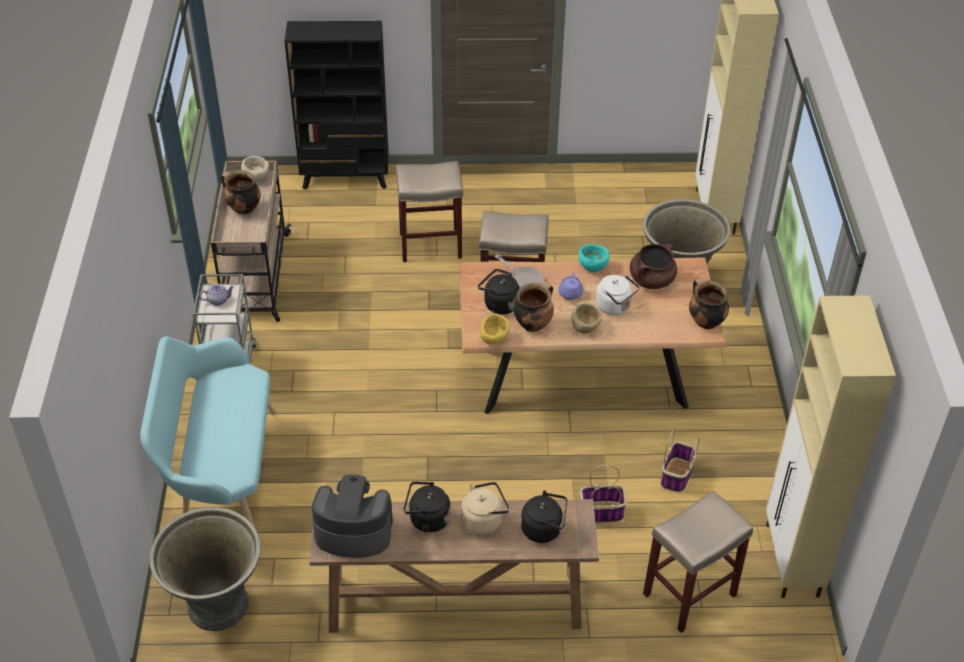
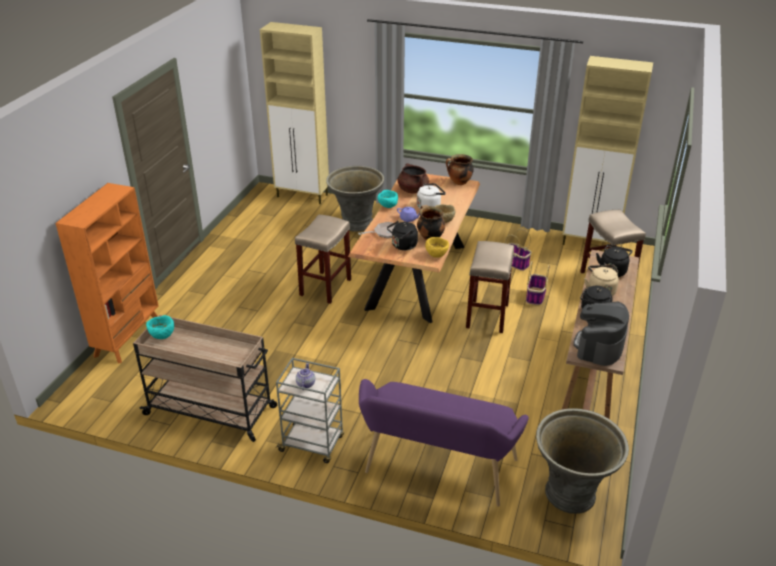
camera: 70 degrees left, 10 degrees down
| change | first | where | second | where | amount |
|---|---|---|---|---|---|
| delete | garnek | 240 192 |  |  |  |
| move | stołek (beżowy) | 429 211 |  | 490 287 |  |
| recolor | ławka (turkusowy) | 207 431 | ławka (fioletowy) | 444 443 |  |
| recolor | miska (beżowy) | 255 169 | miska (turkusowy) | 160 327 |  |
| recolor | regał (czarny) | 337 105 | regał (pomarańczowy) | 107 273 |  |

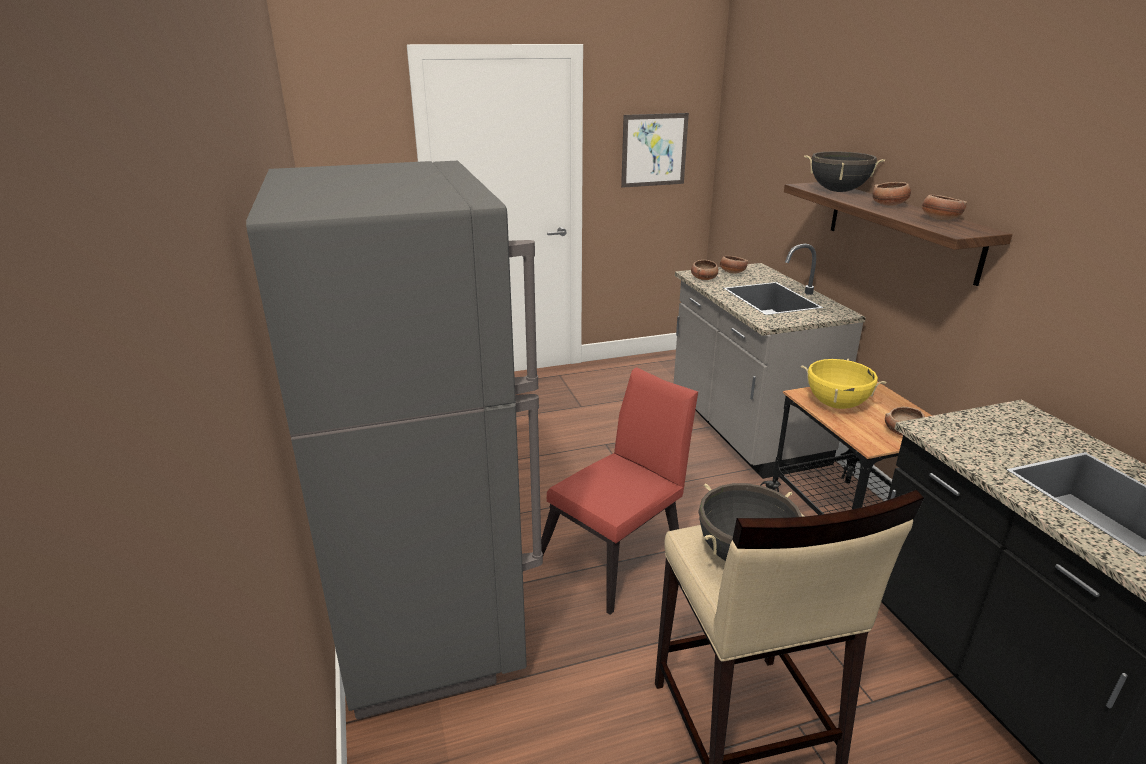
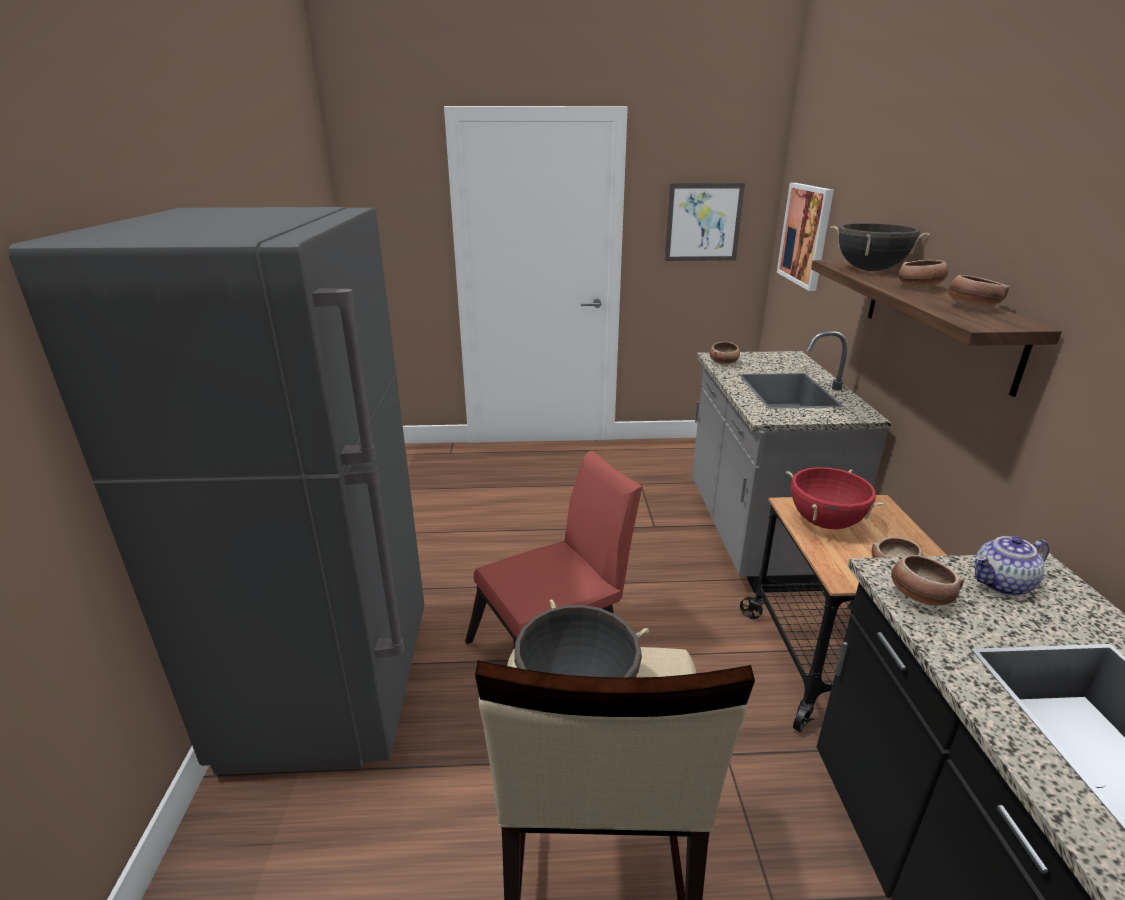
camera: 15 degrees right, 0 degrees up
| change | first | where | second | where | amount |
|---|---|---|---|---|---|
| insert |  |  | obraz | 805 237 |  |
| insert |  |  | imbryk | 1011 566 |  |
| move | miska | 734 265 |  | 927 580 |  |
| recolor | garnek (żółty) | 843 384 | garnek (czerwony) | 835 498 |  |

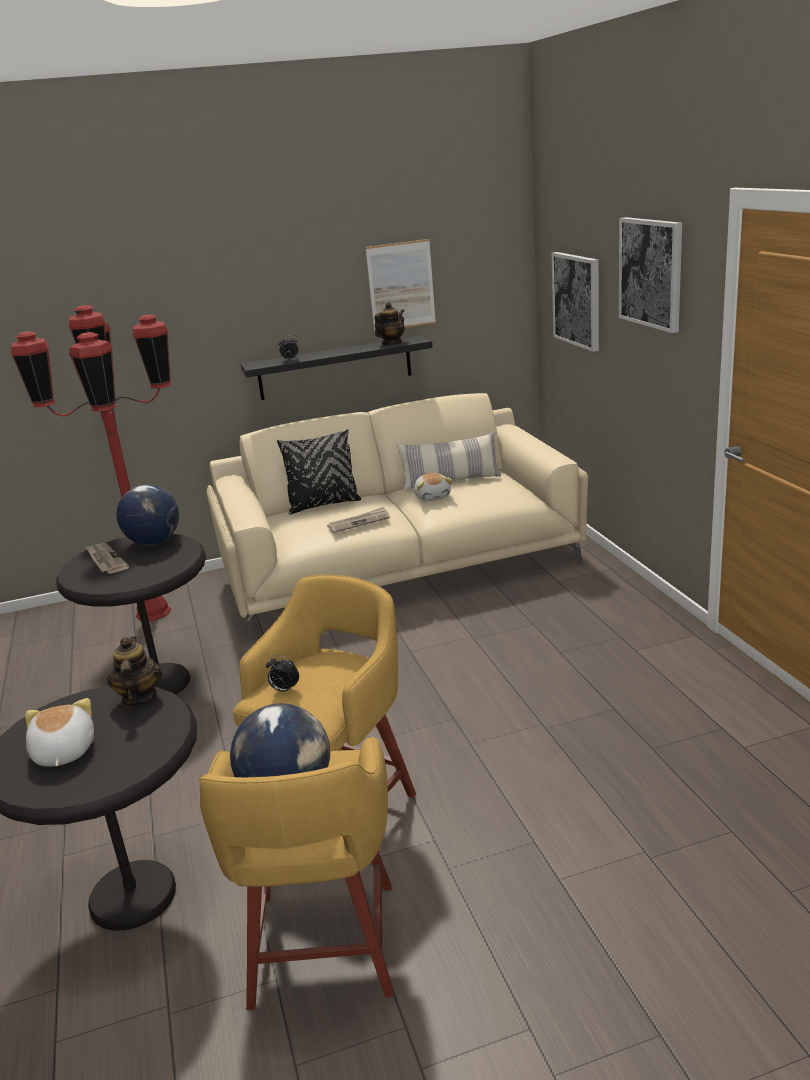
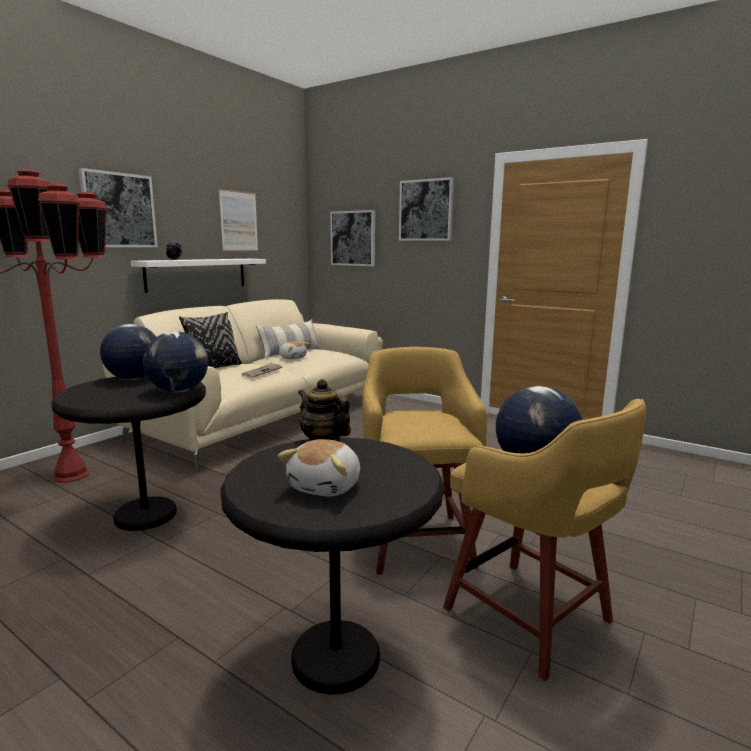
camera: 40 degrees left, 10 degrees down
| change | first | where | second | where | amount |
|---|---|---|---|---|---|
| delete | gazeta | 107 558 |  |  |  |
| delete | budzik | 282 673 |  |  |  |
| delete | imbryk | 390 323 |  |  |  |
| insert |  |  | obraz | 118 207 |  |
| insert |  |  | globus | 175 361 |  |
| recolor | półka (czarny) | 337 368 | półka (biały) | 198 276 |  |
| rotate | pluszak | 59 732 |  | 319 468 | 105 degrees counterclockwise |

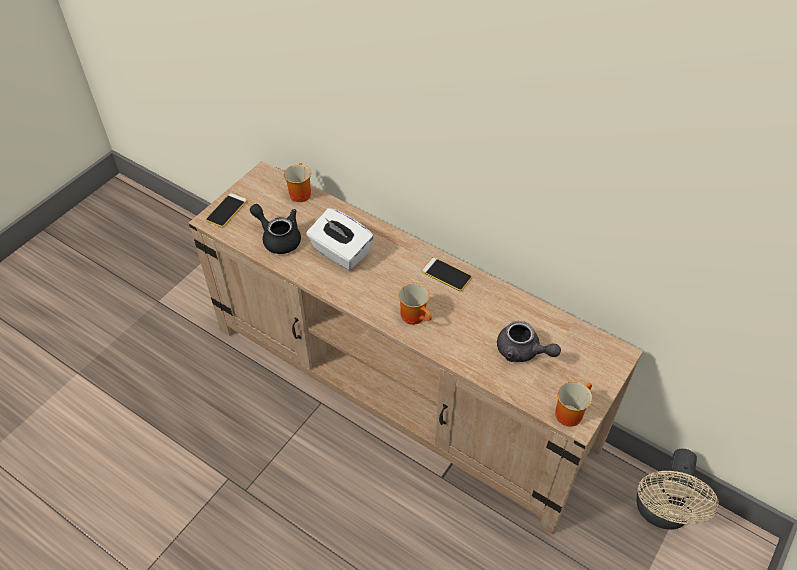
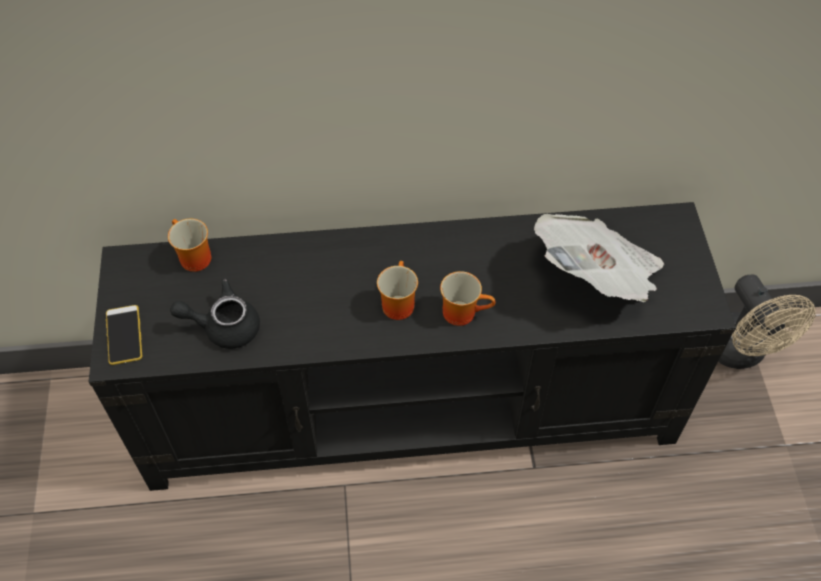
camera: 40 degrees left, 5 degrees up
| change | first | where | second | where | amount |
|---|---|---|---|---|---|
| delete | pudełko chusteczek (biały) | 340 239 |  |  |  |
| delete | telefon | 446 274 |  |  |  |
| move | kubek | 573 404 |  | 397 290 |  |
| replace | imbryk (szary) | 529 341 | gazeta | 599 258 |  |
| recolor | szafka pod telewizor (beżowy) | 416 348 | szafka pod telewizor (czarny) | 412 346 |  |

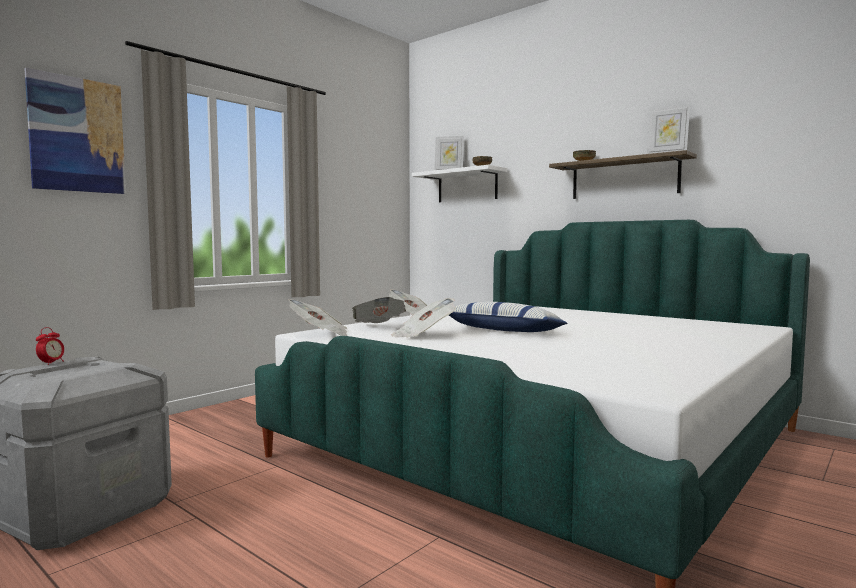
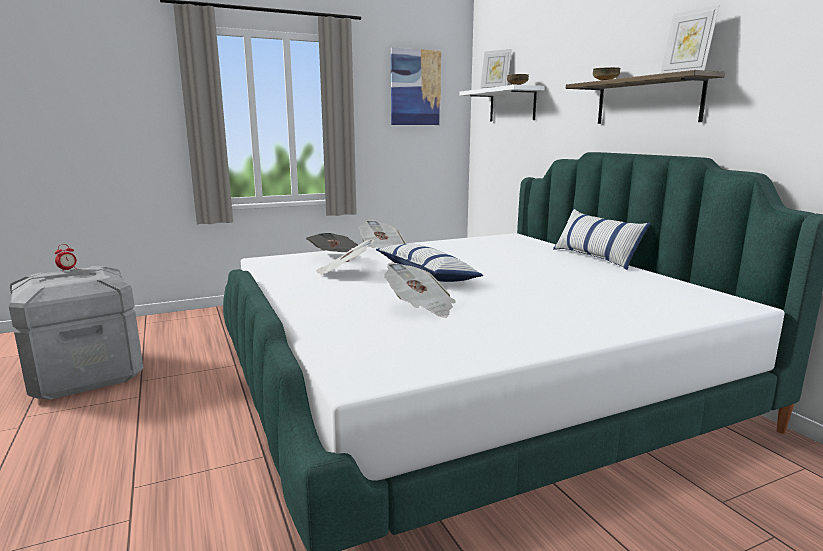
camera: 25 degrees right, 10 degrees up
| change | first | where | second | where | amount |
|---|---|---|---|---|---|
| insert |  |  | poduszka | 602 239 |  |
| move | obraz | 75 131 |  | 416 86 |  |
| move | gazeta | 317 317 |  | 419 290 |  |

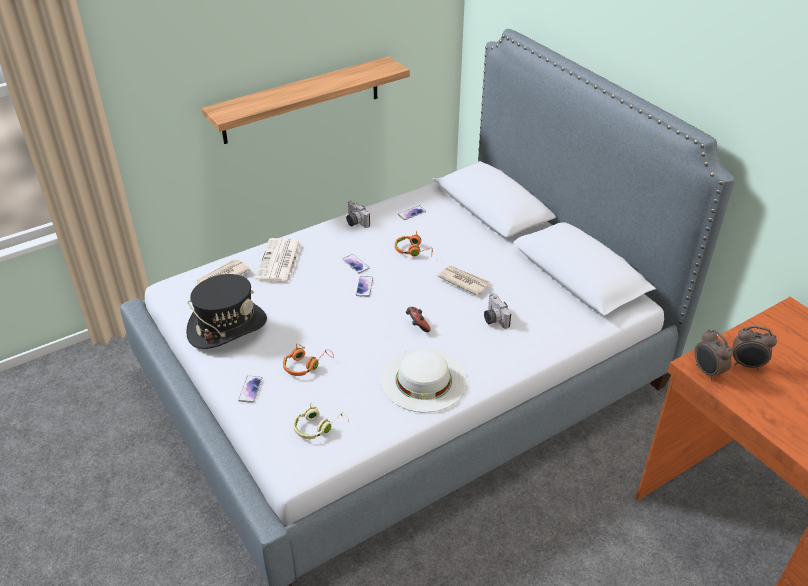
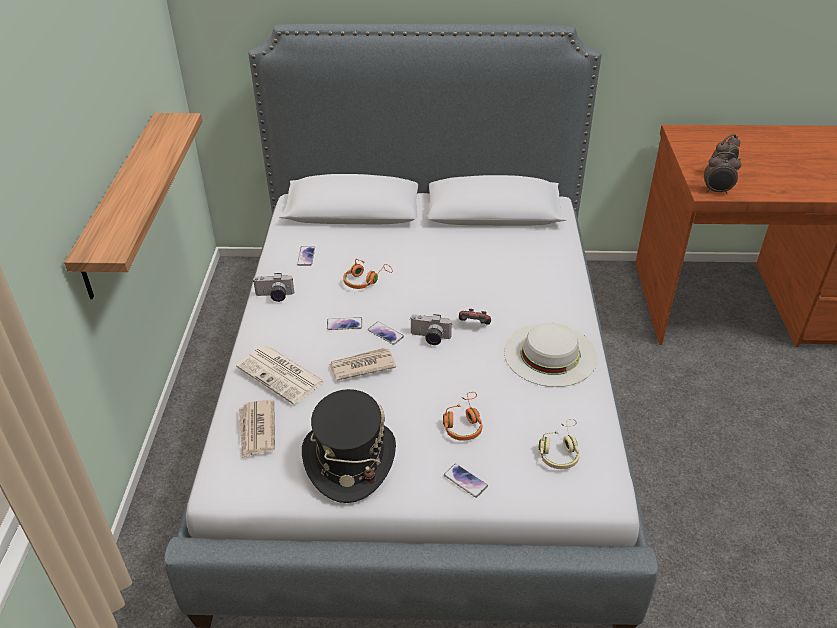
camera: 55 degrees left, 0 degrees up
| change | first | where | second | where | amount |
|---|---|---|---|---|---|
| move | gazeta | 463 280 |  | 362 364 |  |
| move | aparat fotograficzny | 497 311 |  | 431 329 |  |

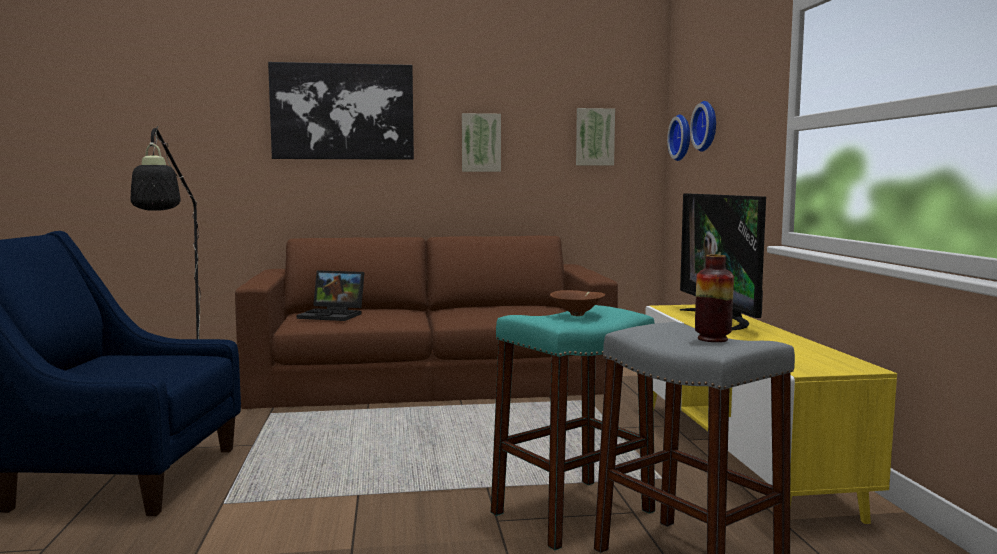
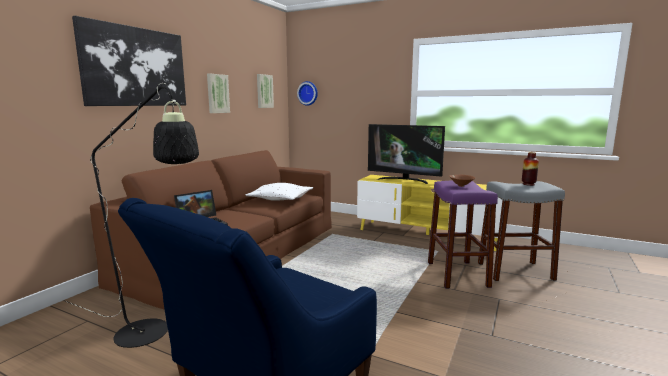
camera: 55 degrees left, 5 degrees up
| change | first | where | second | where | amount |
|---|---|---|---|---|---|
| delete | zegar ścienny | 703 126 |  |  |  |
| insert |  |  | poduszka (biały) | 279 192 |  |
| recolor | stołek (turkusowy) | 573 427 | stołek (fioletowy) | 463 234 |  |

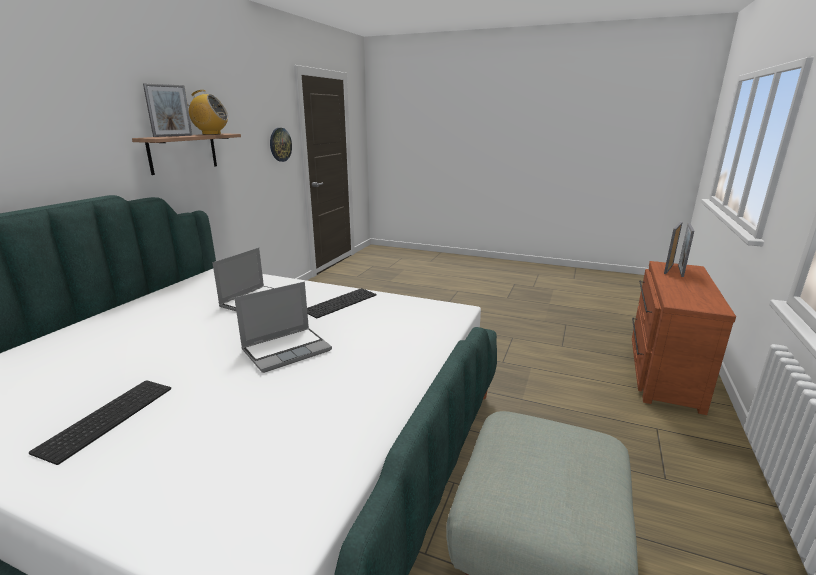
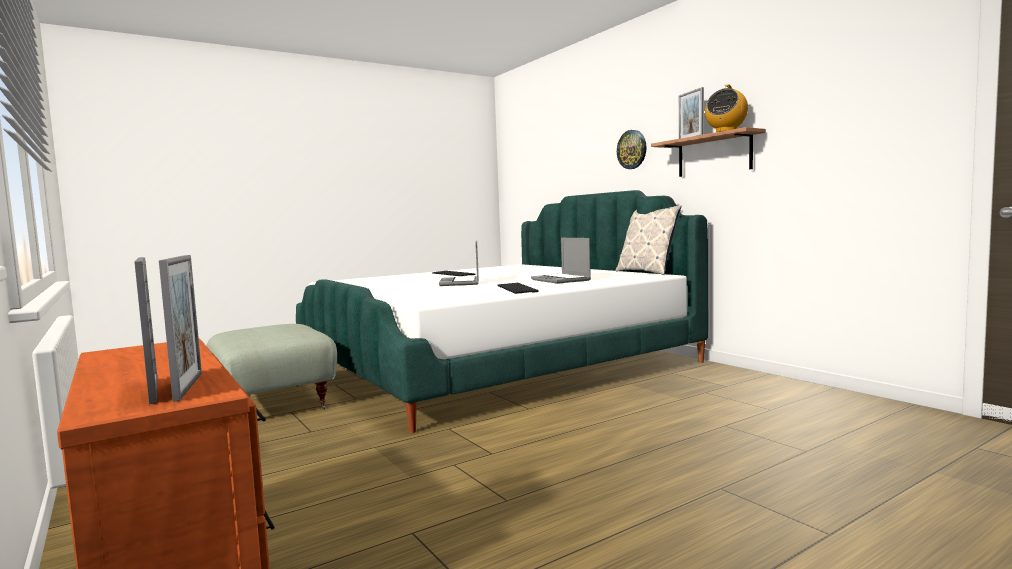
camera: 125 degrees right, 15 degrees down
| change | first | where | second | where | amount |
|---|---|---|---|---|---|
| insert |  |  | poduszka | 648 240 |  |
| move | zegar ścienny | 281 145 |  | 632 149 |  |

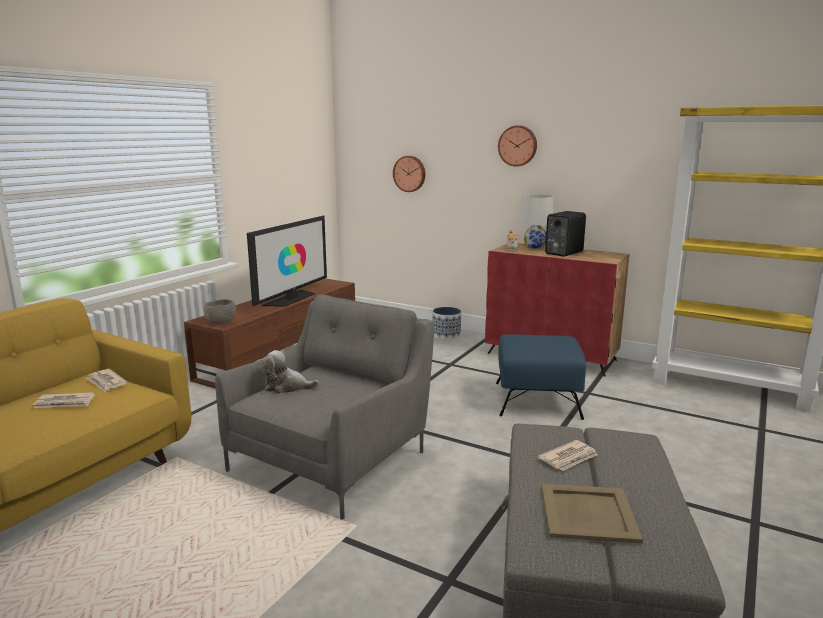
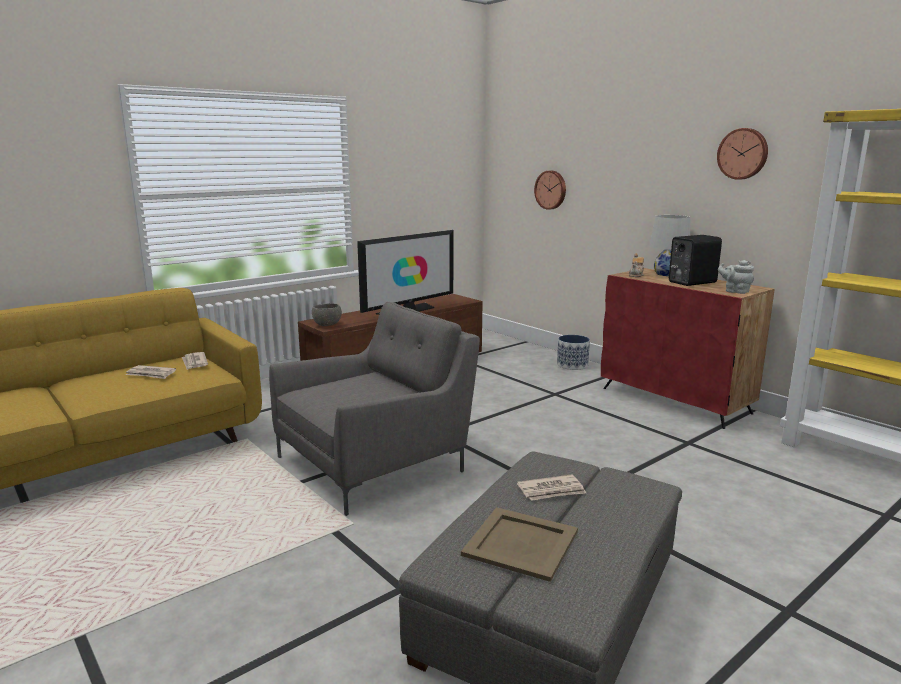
camera: 20 degrees right, 0 degrees up
| change | first | where | second | where | amount |
|---|---|---|---|---|---|
| delete | pluszak | 290 372 |  |  |  |
| delete | pufa (niebieski) | 541 377 |  |  |  |
| insert |  |  | imbryk (szary) | 736 277 |  |
| move | zegar ścienny | 517 146 |  | 742 154 |  |

